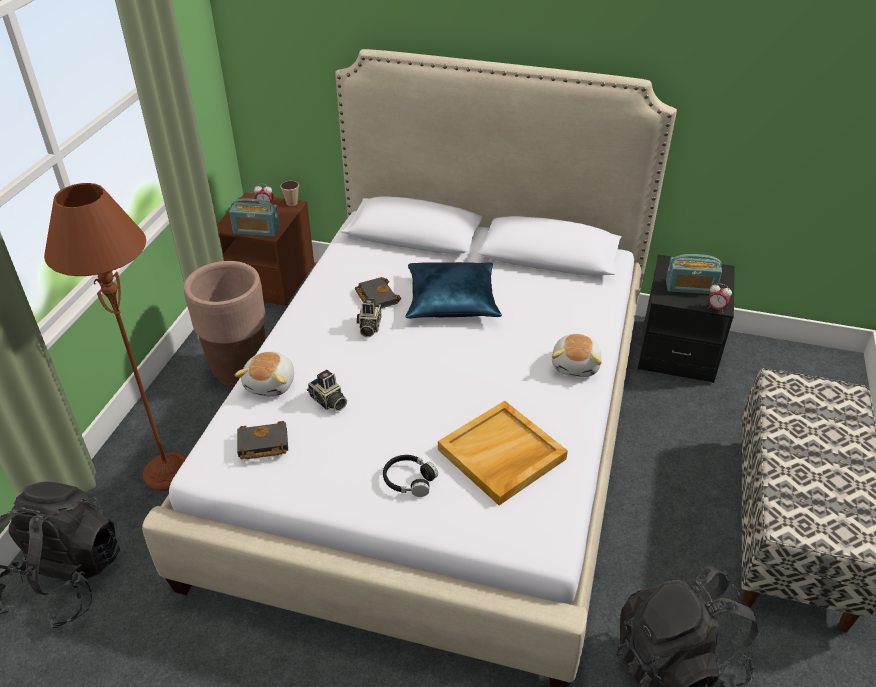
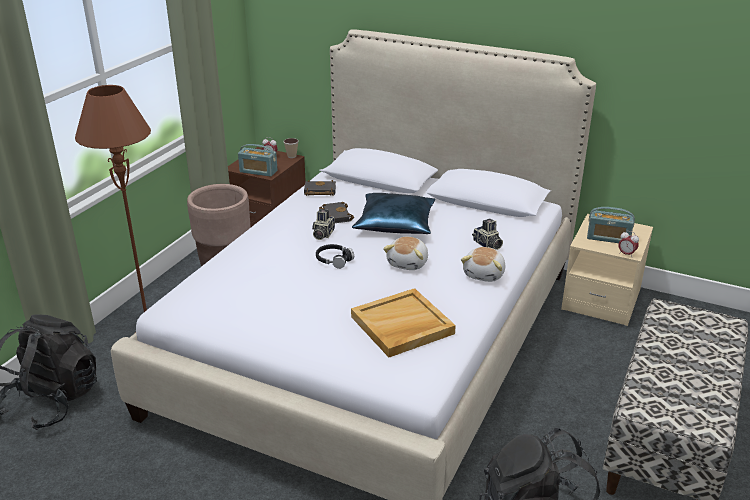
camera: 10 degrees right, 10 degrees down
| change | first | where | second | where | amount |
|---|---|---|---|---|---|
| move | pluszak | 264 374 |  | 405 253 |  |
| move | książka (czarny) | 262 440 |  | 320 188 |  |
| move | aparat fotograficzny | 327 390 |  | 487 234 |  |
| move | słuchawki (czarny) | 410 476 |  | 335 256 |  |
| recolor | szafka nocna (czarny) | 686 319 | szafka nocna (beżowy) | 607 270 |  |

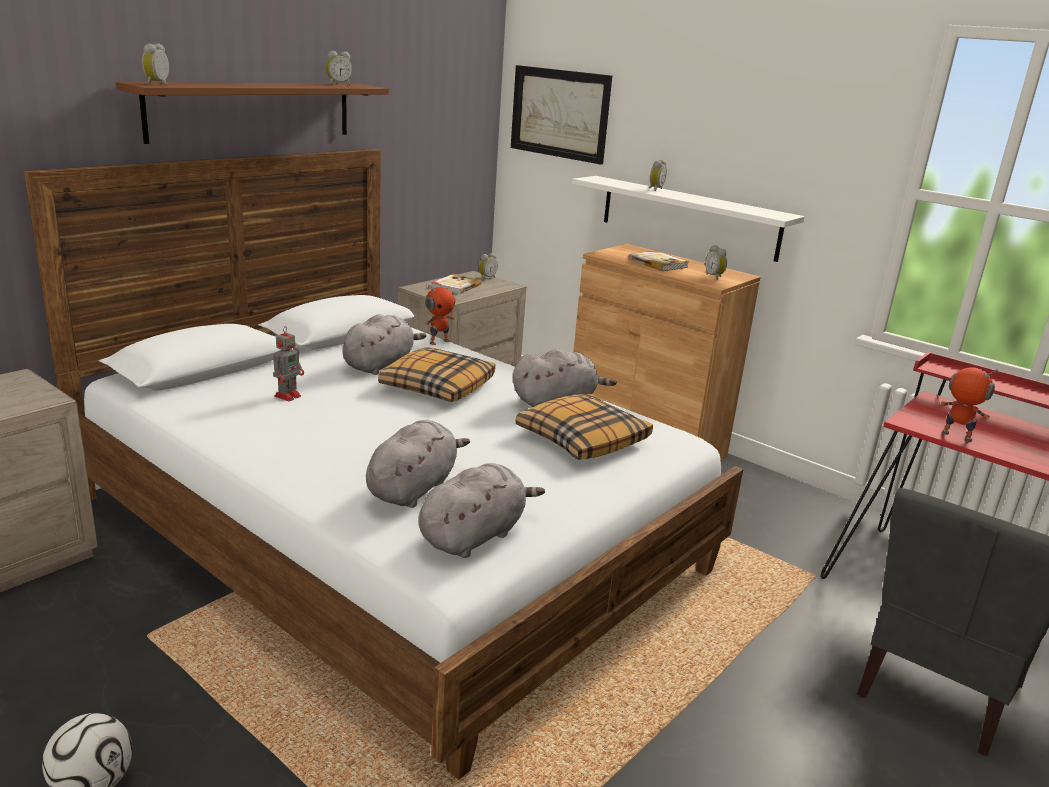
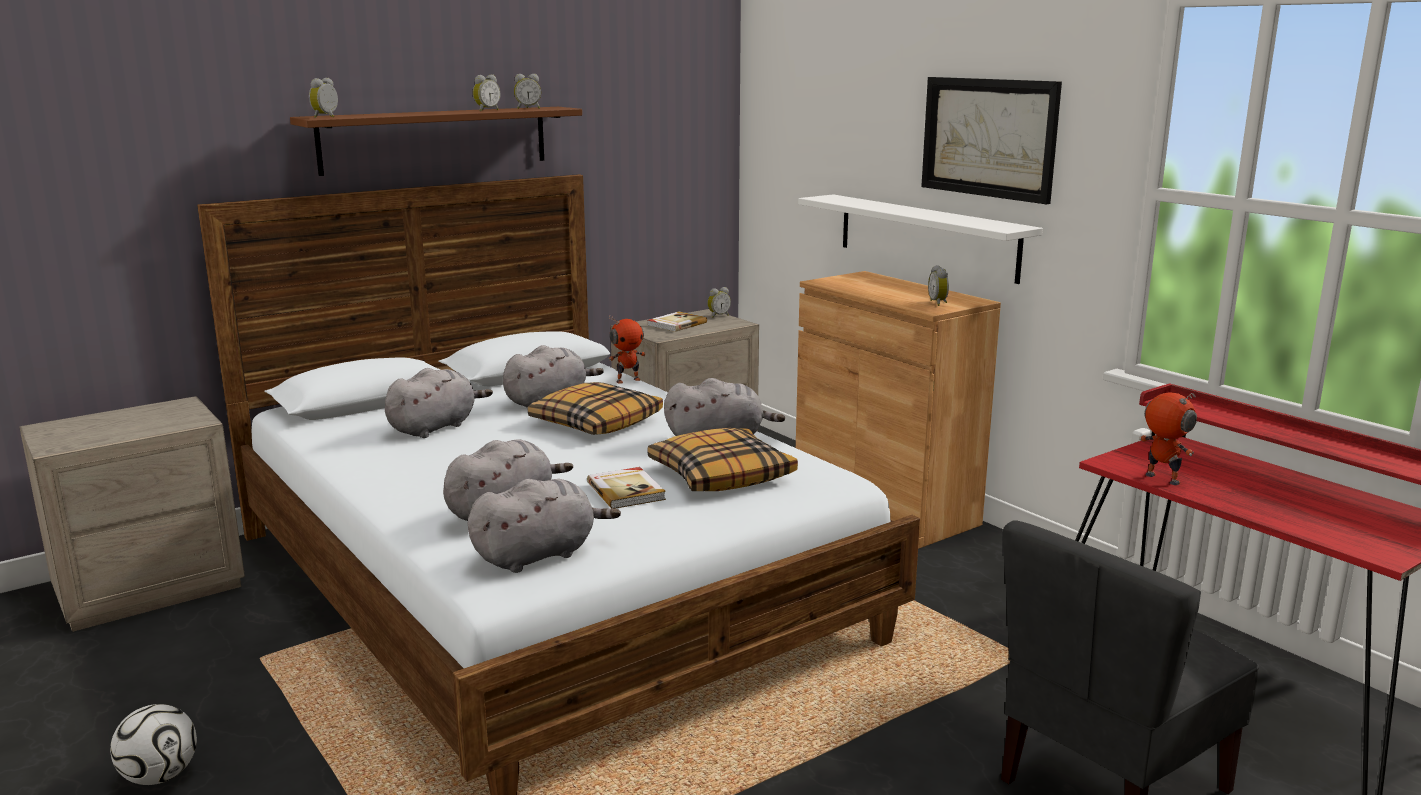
camera: 15 degrees right, 5 degrees down
| change | first | where | second | where | amount |
|---|---|---|---|---|---|
| move | obraz | 561 115 |  | 991 140 |  |
| move | książka | 658 261 |  | 626 488 |  |
| move | budzik | 658 175 |  | 486 93 |  |
| replace | robot zabawkowy | 288 363 | pluszak (szary) | 439 403 |  |

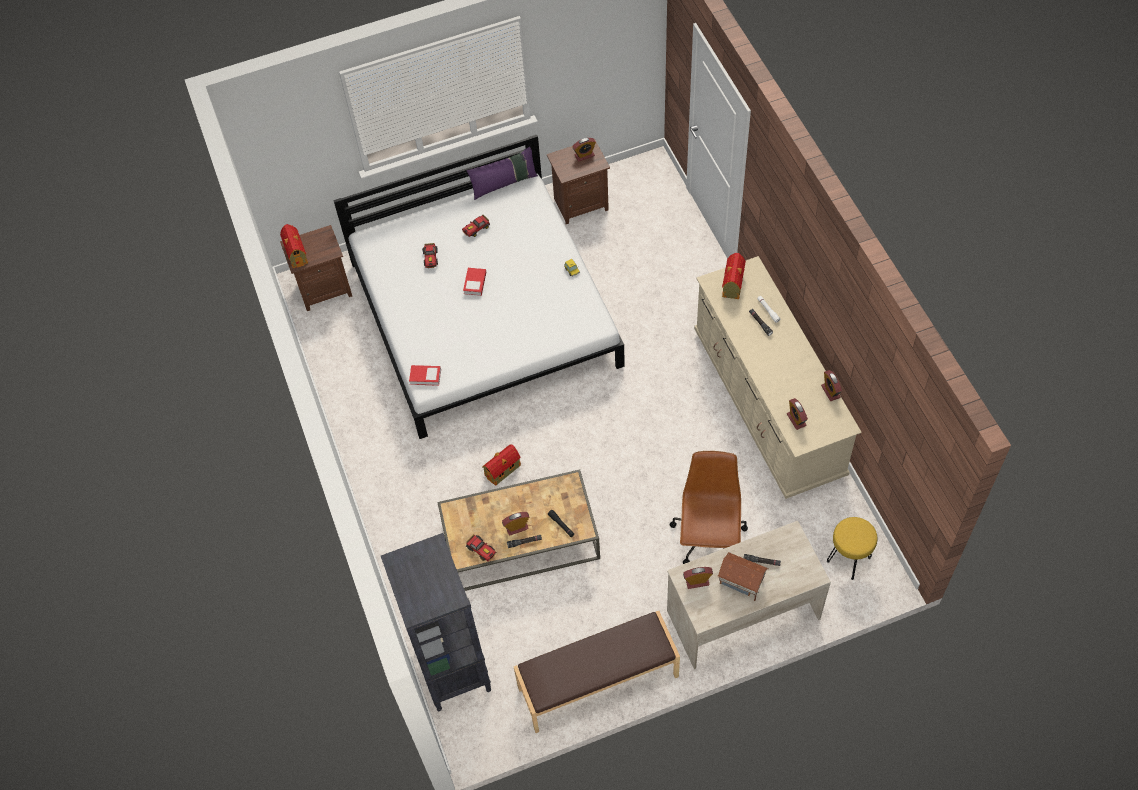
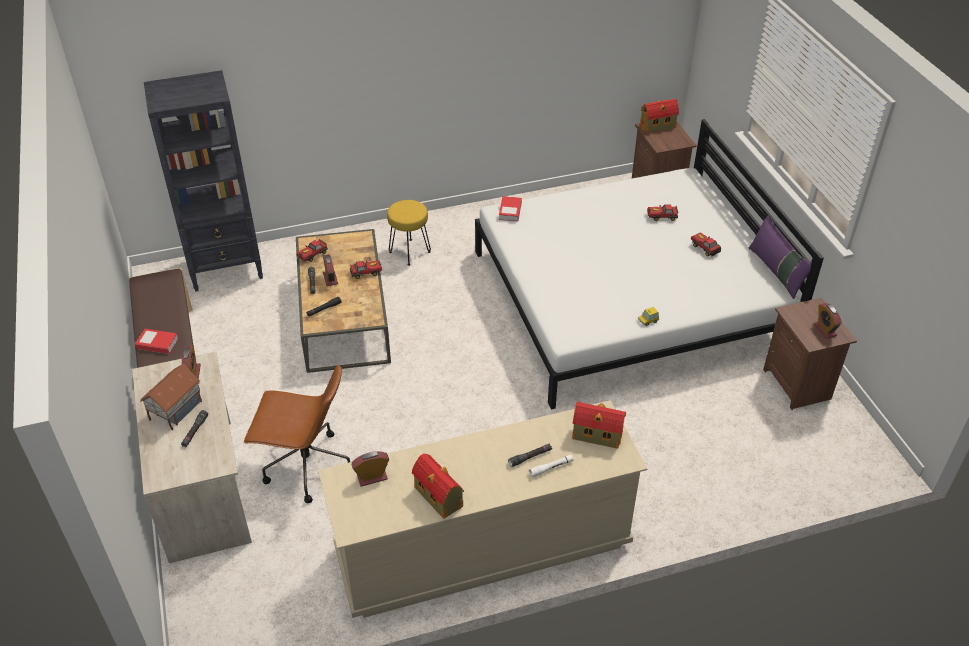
camera: 90 degrees right, 15 degrees down
| change | first | where | second | where | amount |
|---|---|---|---|---|---|
| delete | budzik | 831 385 |  |  |  |
| insert |  |  | samochodzik | 366 269 |  |
| move | książka | 474 282 |  | 156 341 |  |
| move | domek | 501 465 |  | 438 486 |  |
| move | stołek (żółty) | 852 548 |  | 409 233 |  |

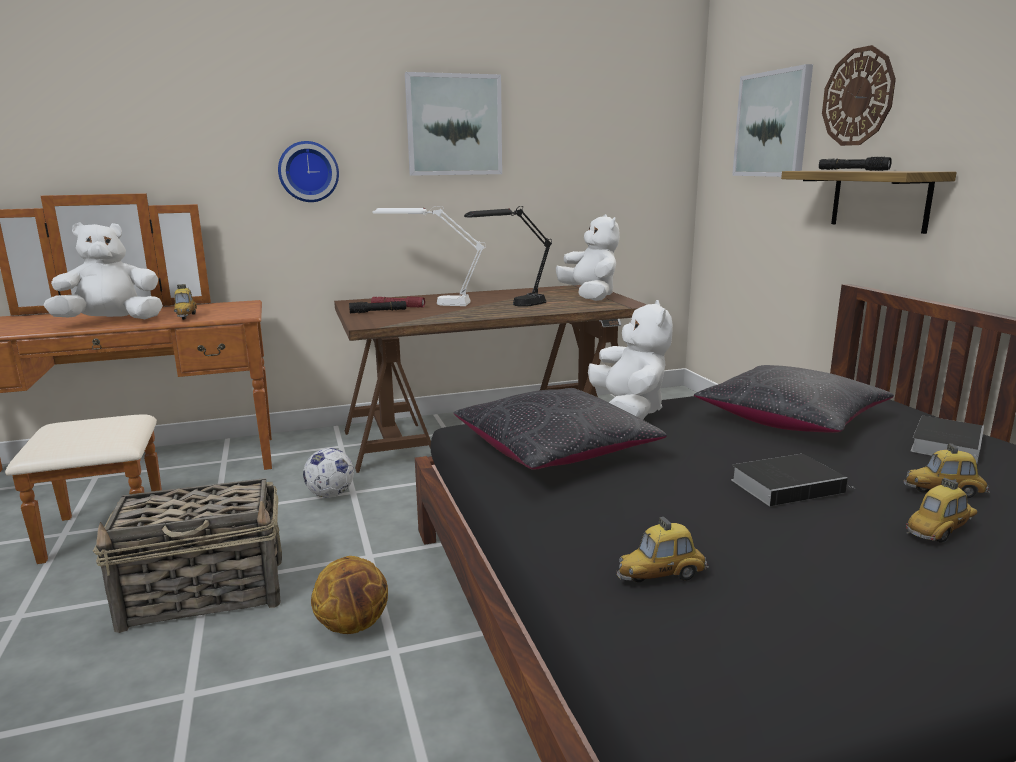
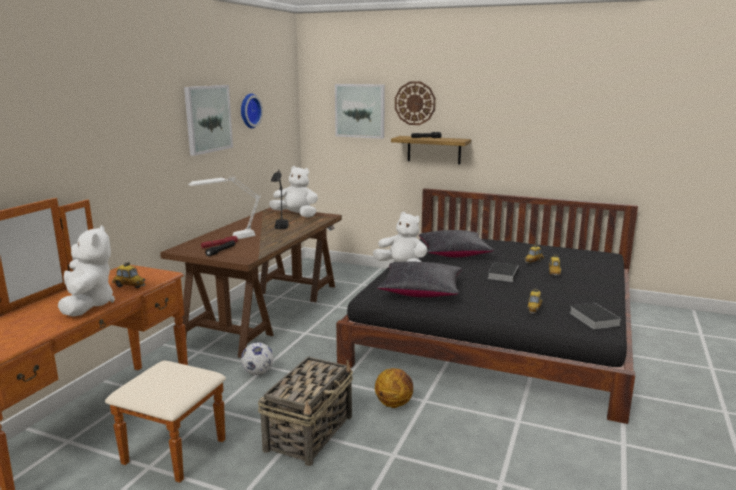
camera: 50 degrees left, 0 degrees up
| change | first | where | second | where | amount |
|---|---|---|---|---|---|
| move | zegar ścienny | 308 171 |  | 252 110 |  |
| move | książka | 947 440 |  | 595 316 |  |
| rotate | pluszak (biały) | 103 270 |  | 86 271 | 150 degrees clockwise |

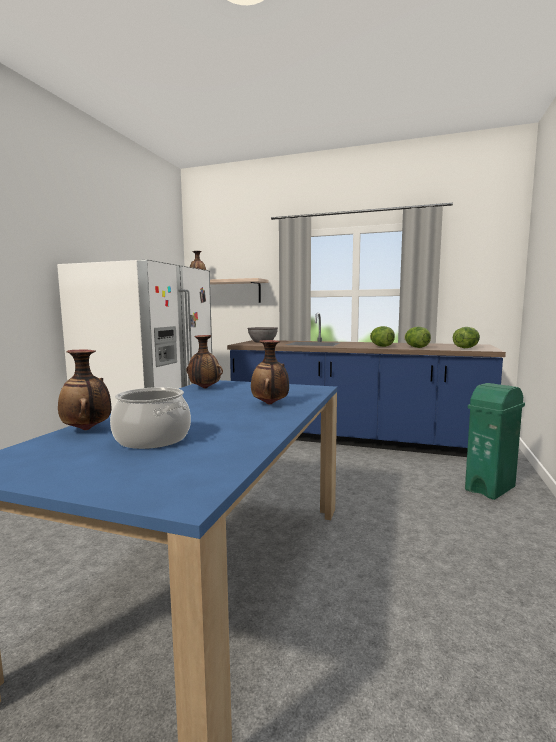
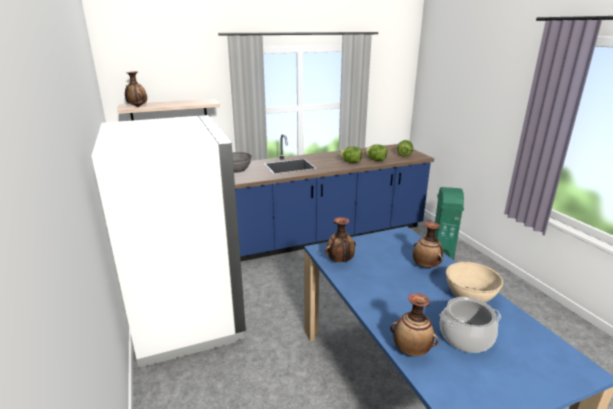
camera: 40 degrees left, 15 degrees up
| change | first | where | second | where | amount |
|---|---|---|---|---|---|
| insert |  |  | miska (beżowy) | 474 282 |  |

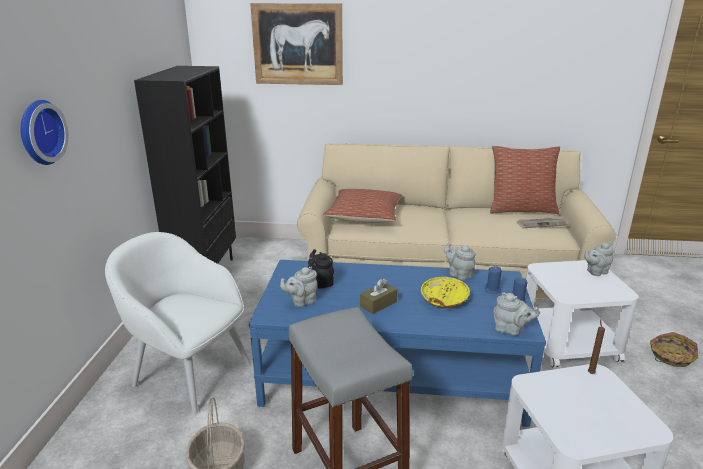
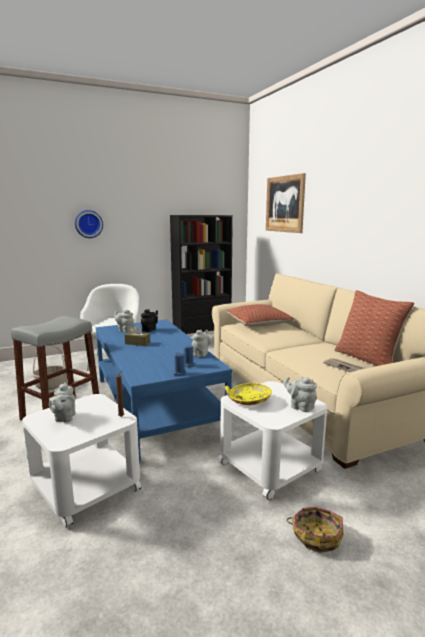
camera: 60 degrees right, 10 degrees down
| change | first | where | second | where | amount |
|---|---|---|---|---|---|
| move | miska (żółty) | 445 292 |  | 248 394 |  |
| move | imbryk (szary) | 517 314 |  | 62 402 |  |

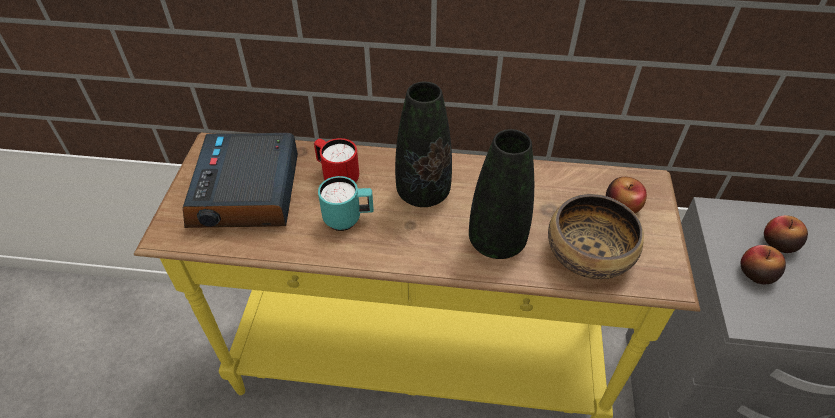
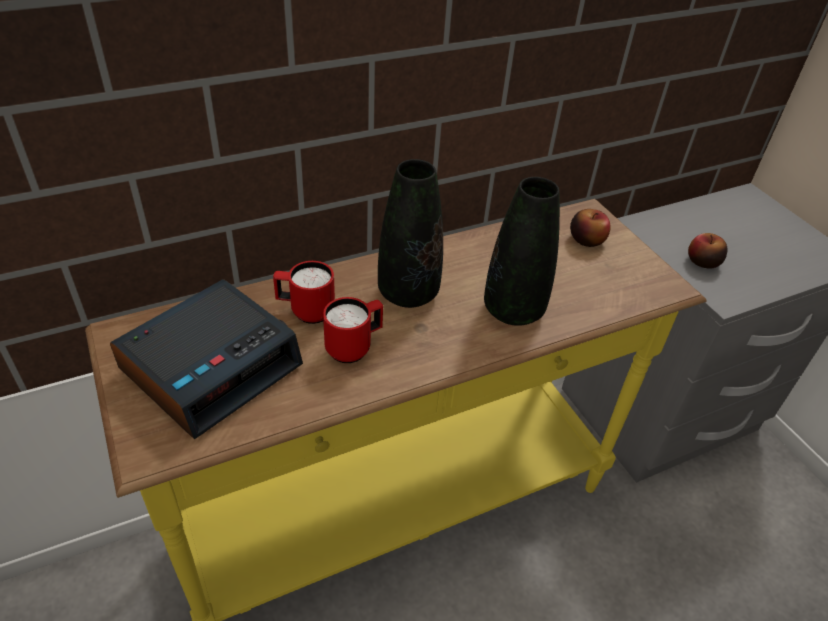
camera: 35 degrees left, 5 degrees down
| change | first | where | second | where | amount |
|---|---|---|---|---|---|
| delete | miska | 596 236 |  |  |  |
| delete | jabłko | 786 234 |  |  |  |
| recolor | kubek (turkusowy) | 346 203 | kubek (czerwony) | 353 330 |  |
| rotate | budzik | 240 180 |  | 206 359 | 105 degrees counterclockwise |

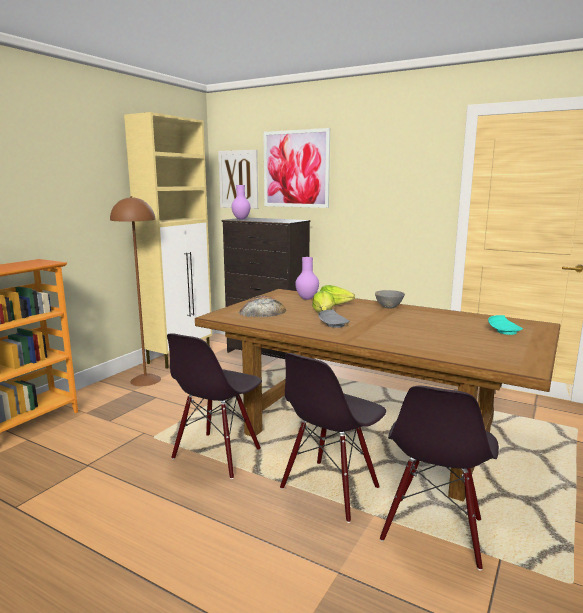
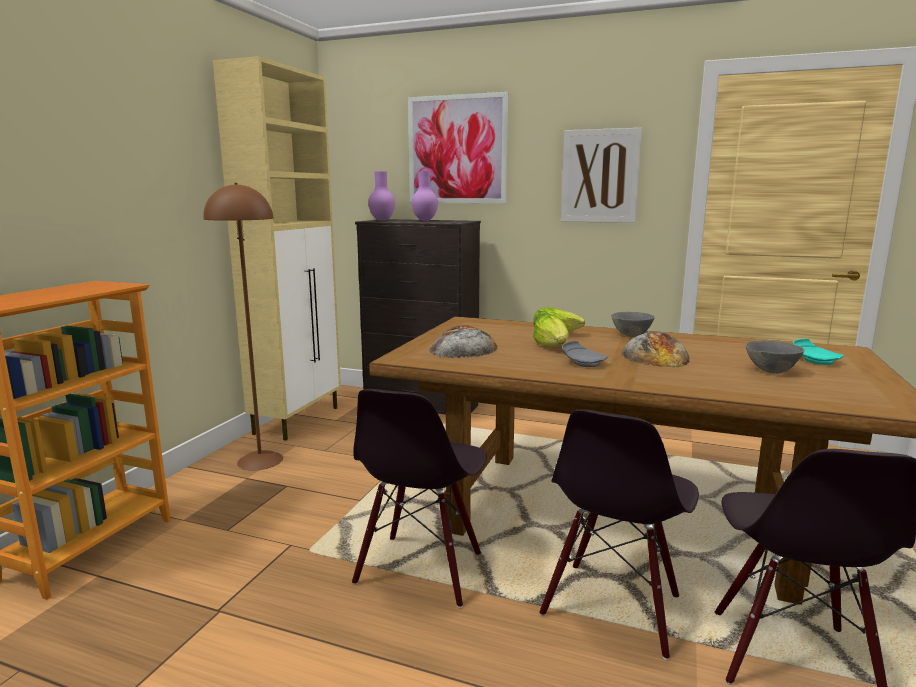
camera: 10 degrees left, 0 degrees up
| change | first | where | second | where | amount |
|---|---|---|---|---|---|
| insert |  |  | chleb | 655 349 |  |
| insert |  |  | miska (szary) | 774 357 |  |
| move | obraz | 238 179 |  | 601 175 |  |
| move | wazon (fioletowy) | 307 278 |  | 424 196 |  |

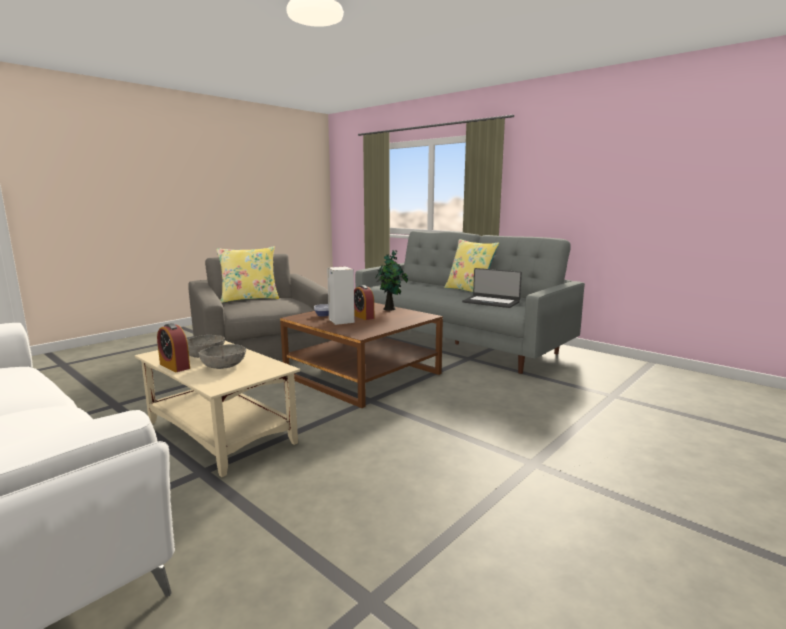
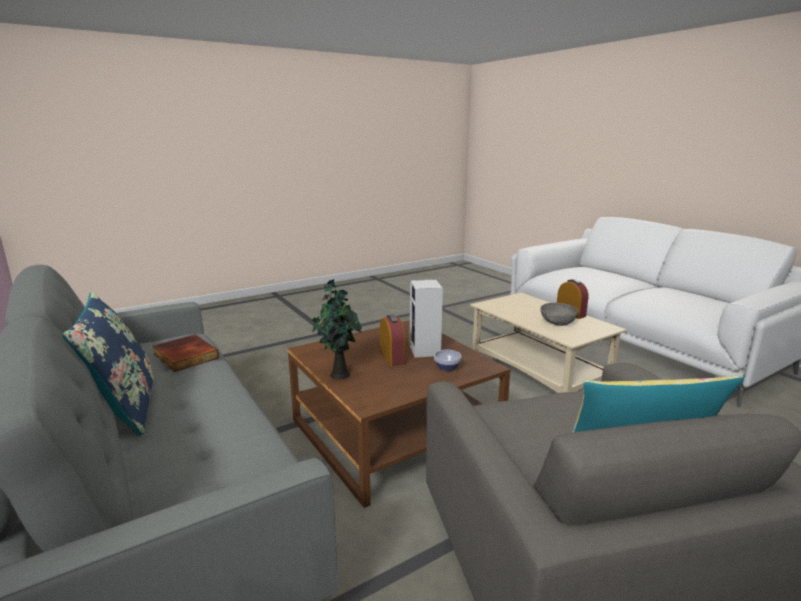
camera: 165 degrees left, 5 degrees up
| change | first | where | second | where | amount |
|---|---|---|---|---|---|
| delete | miska (szary) | 222 356 |  |  |  |
| replace | laptop | 492 288 | książka | 185 353 |  |
| recolor | poduszka (żółty) | 471 265 | poduszka (niebieski) | 108 364 |  |

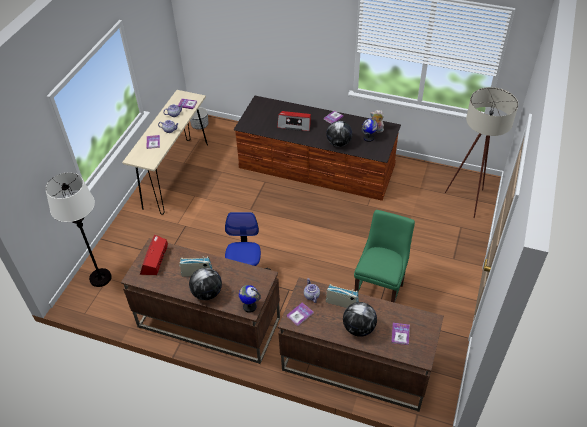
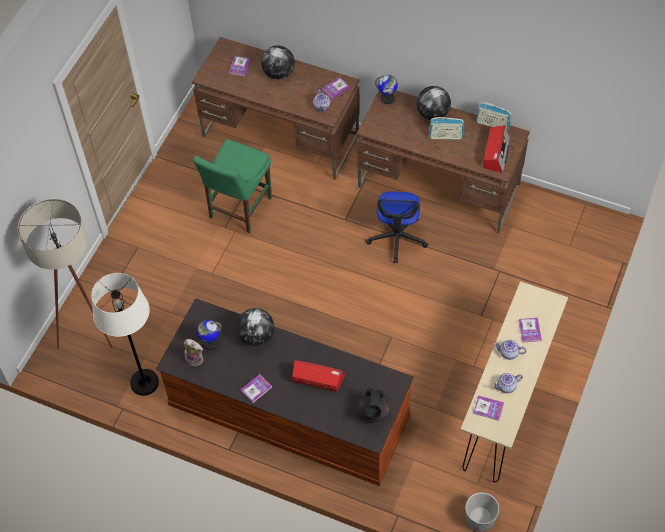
camera: 175 degrees left, 10 degrees up
| change | first | where | second | where | amount |
|---|---|---|---|---|---|
| insert |  |  | imbryk (czarny) | 373 405 |  |
| move | lampa stojąca (biały) | 78 229 |  | 125 334 |  |
| move | radio | 342 296 |  | 493 116 |  |

